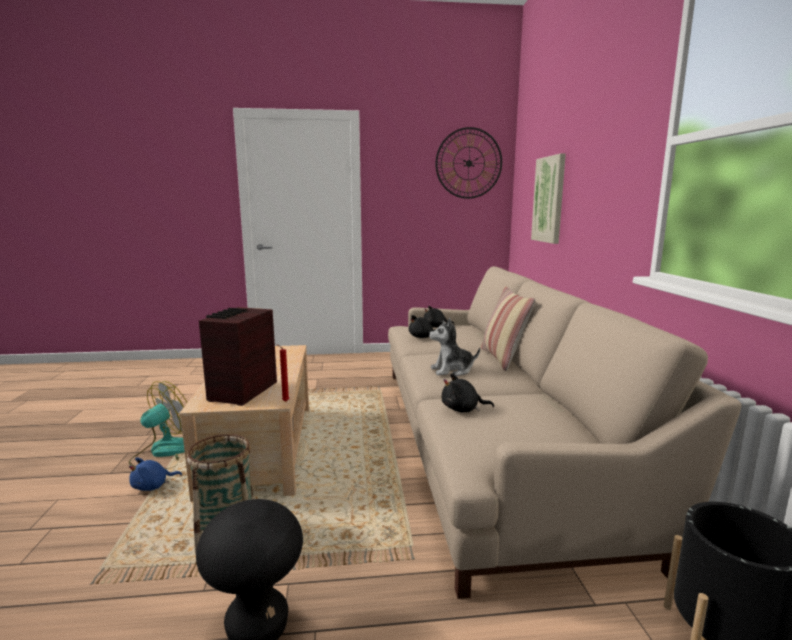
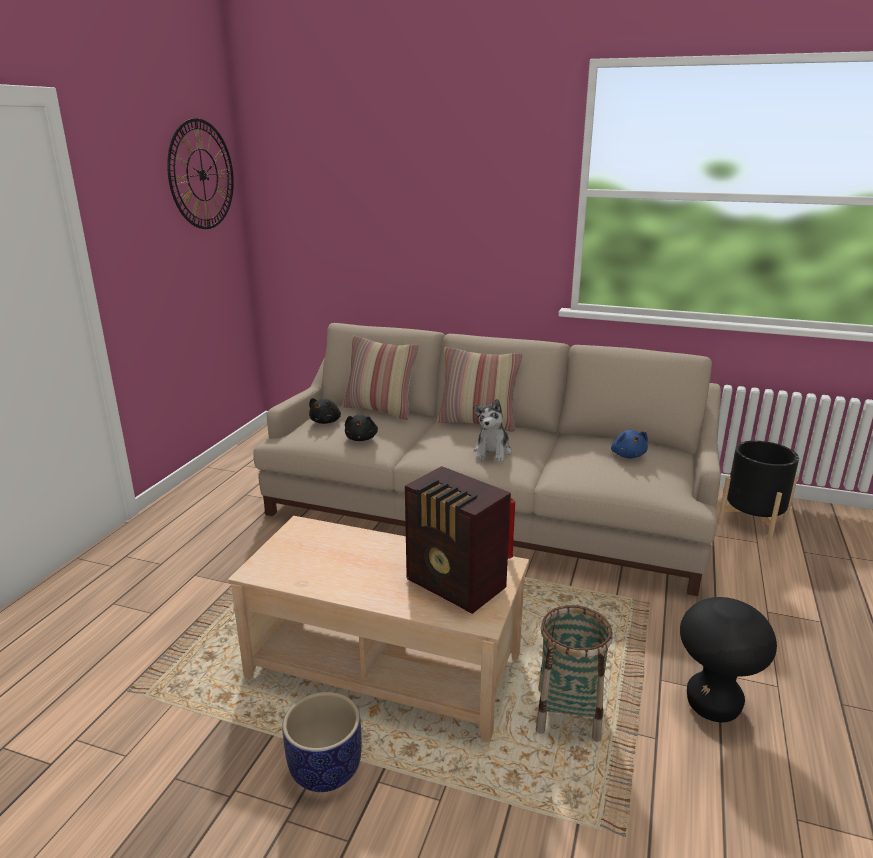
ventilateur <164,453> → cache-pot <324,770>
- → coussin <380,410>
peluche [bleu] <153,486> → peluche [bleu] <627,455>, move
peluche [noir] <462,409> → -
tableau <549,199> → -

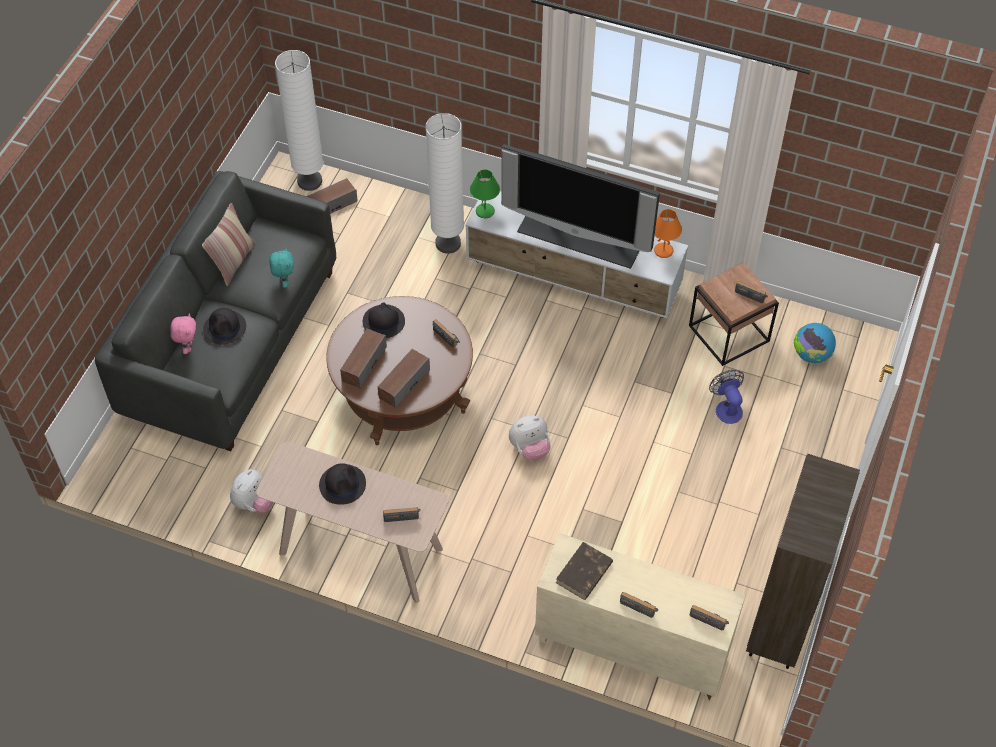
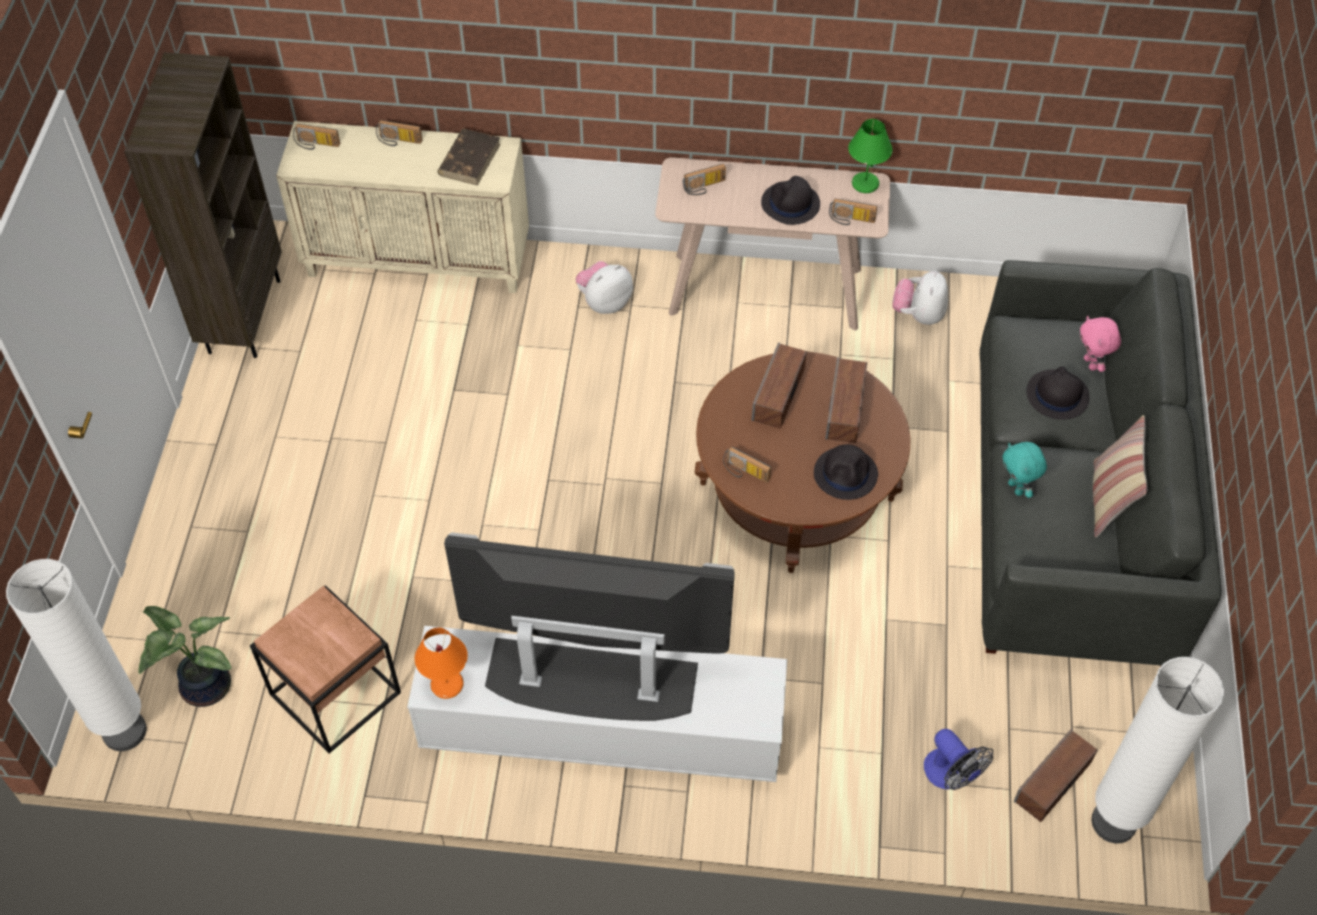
lampadaire [blanc] <448,243> → lampadaire [blanc] <124,731>, move
globe <811,355> → plante en pot <202,687>
peluche <530,448> → peluche <604,302>, move
radio <751,294> → radio <851,220>, move
lampe de table [vert] <485,212> → lampe de table [vert] <864,183>, move
ventilateur <726,407> → ventilateur <951,775>, move

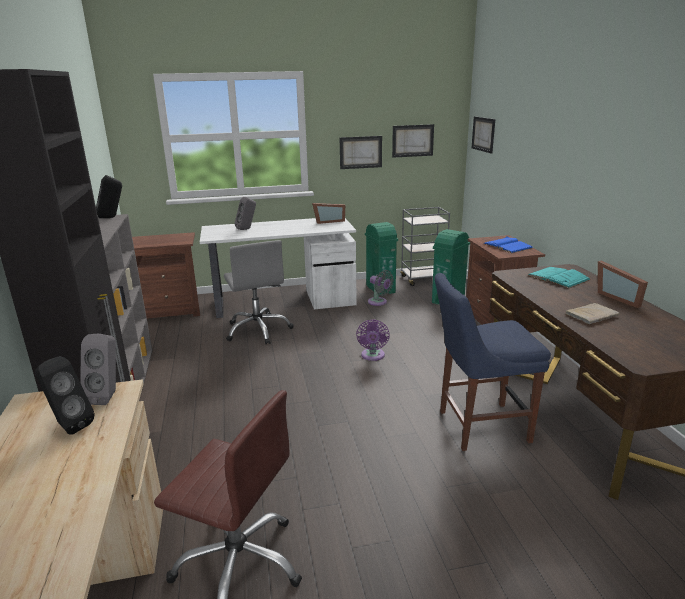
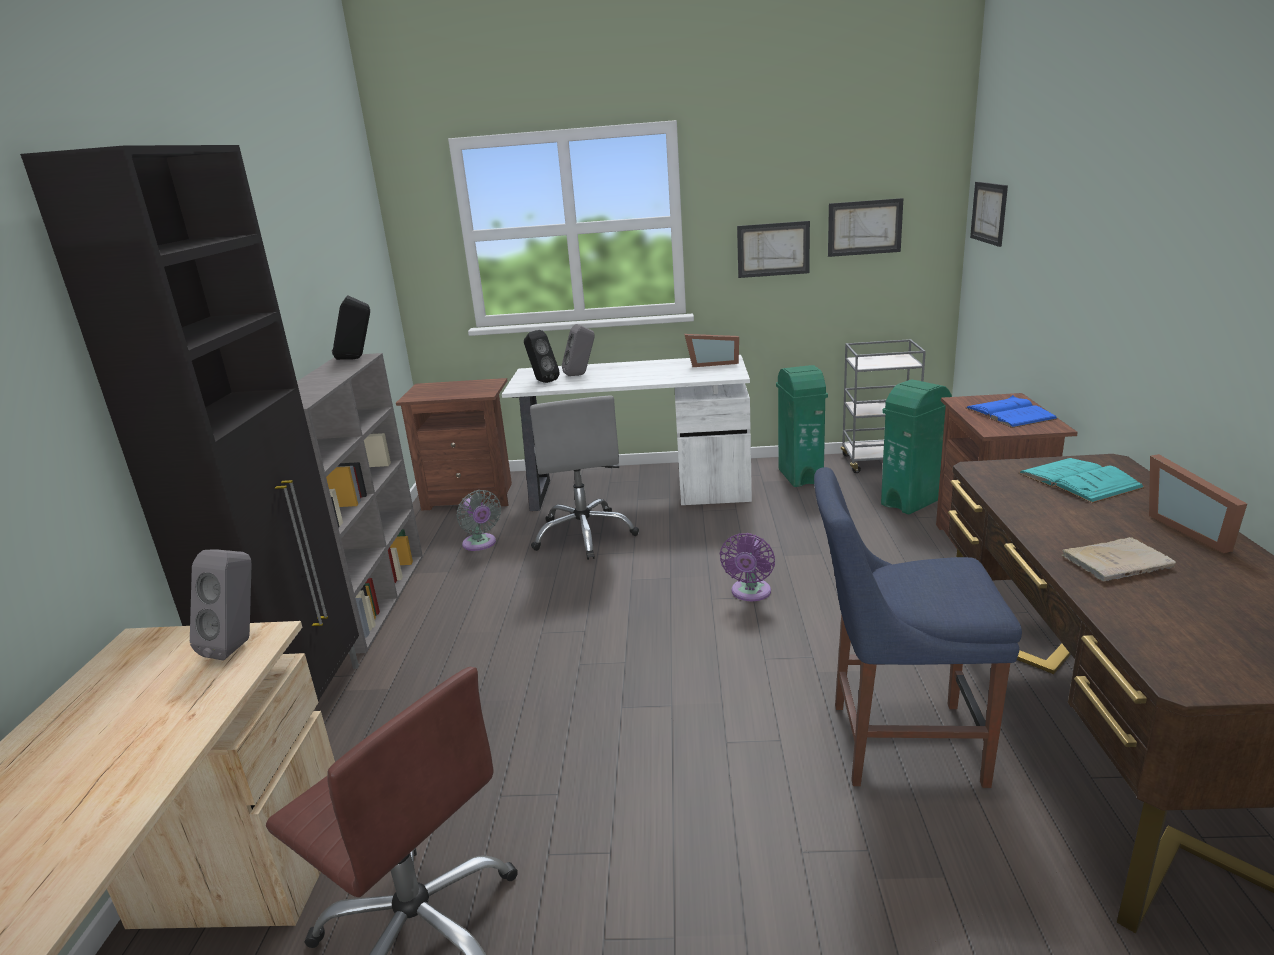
ventilateur [gris] <379,302> → ventilateur [gris] <480,544>, move
enceinte [noir] <69,426> → enceinte [noir] <542,381>, move

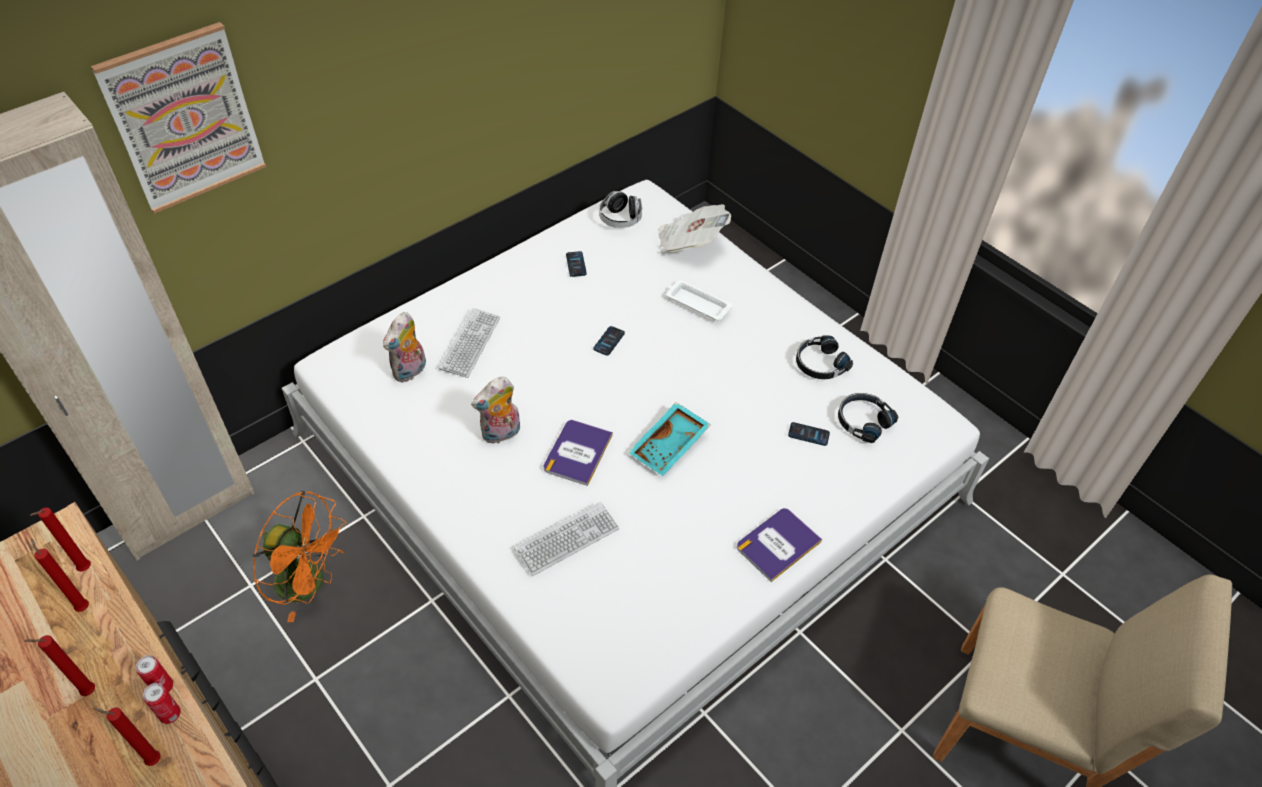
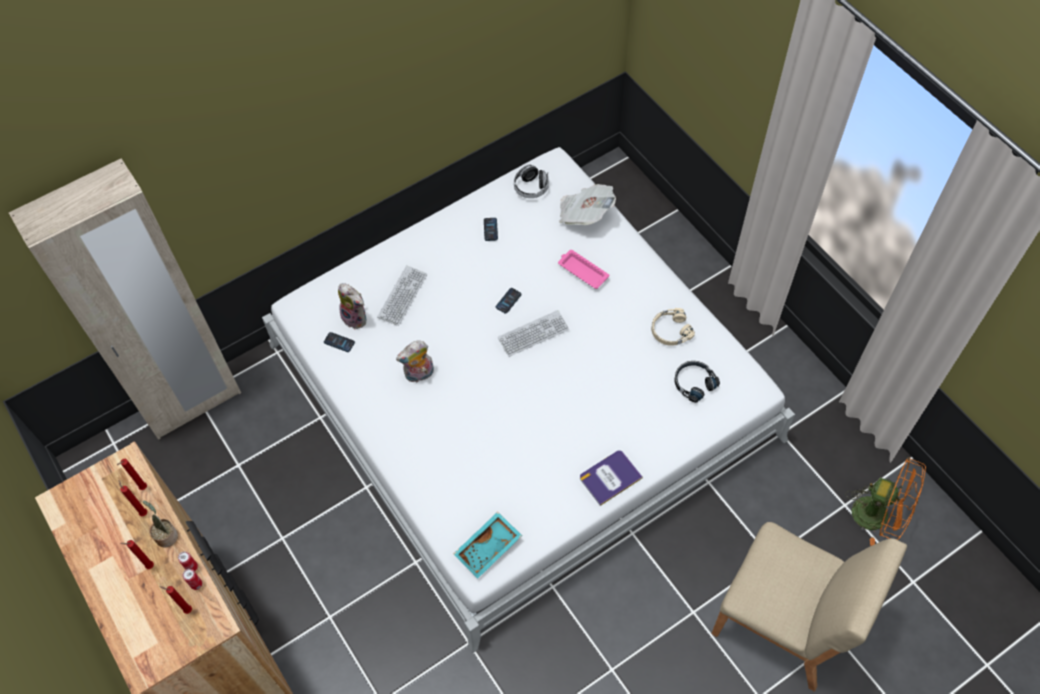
- → plante en pot <166,535>
téléphone <808,434> → téléphone <339,342>, move
peluche <410,372> → peluche <356,317>, 90 degrees counterclockwise
plateau [turquoise] <670,446> → plateau [turquoise] <489,549>, move
clavier <567,539> → clavier <533,334>, move
plateau [blanc] <697,303> → plateau [rose] <582,271>
casque audio [noir] <820,364> → casque audio [beige] <670,331>
ventilateur [orange] <310,583> → ventilateur [orange] <878,516>, move
tableau <184,118> → -
livre <577,452> → -

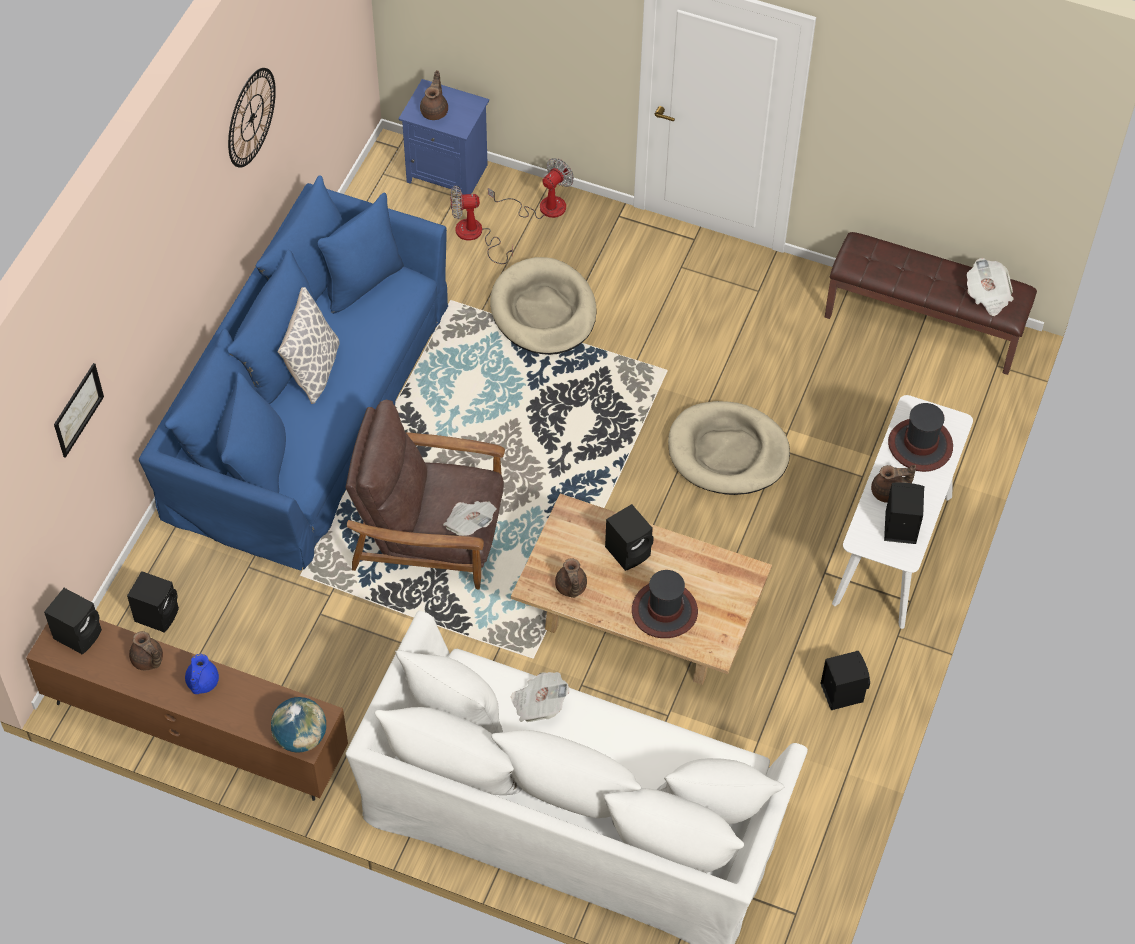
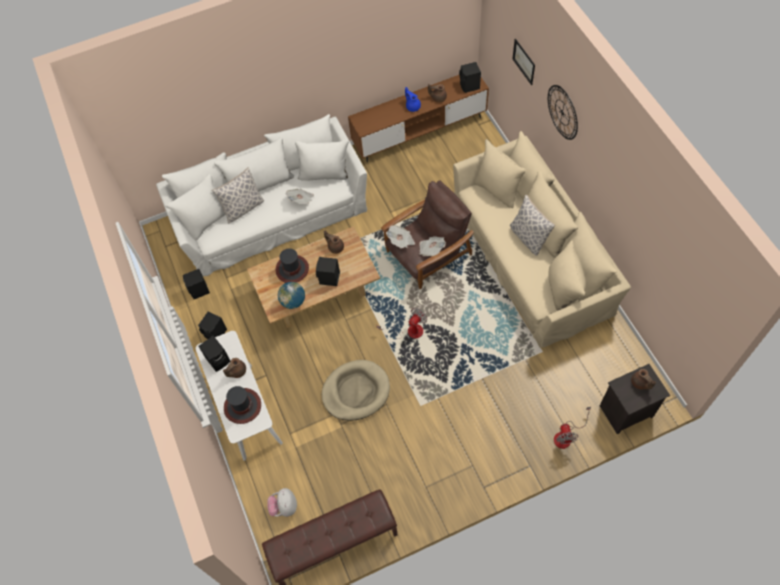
enceinte [noir] <158,614> → enceinte [noir] <199,291>, move
- → coussin <243,208>
- → peluche <284,507>
globe <301,737> → globe <293,301>, move
ventilateur <475,236> → ventilateur <409,331>, move
journal <987,295> → journal <431,249>, move
canapé [bleu] <309,409> → canapé [beige] <531,257>
horloge murale <251,117> → horloge murale <562,112>, move
table de chevet [bleu] <448,173> → table de chevet [noir] <626,412>
panier pour chien [beige] <543,310> → -

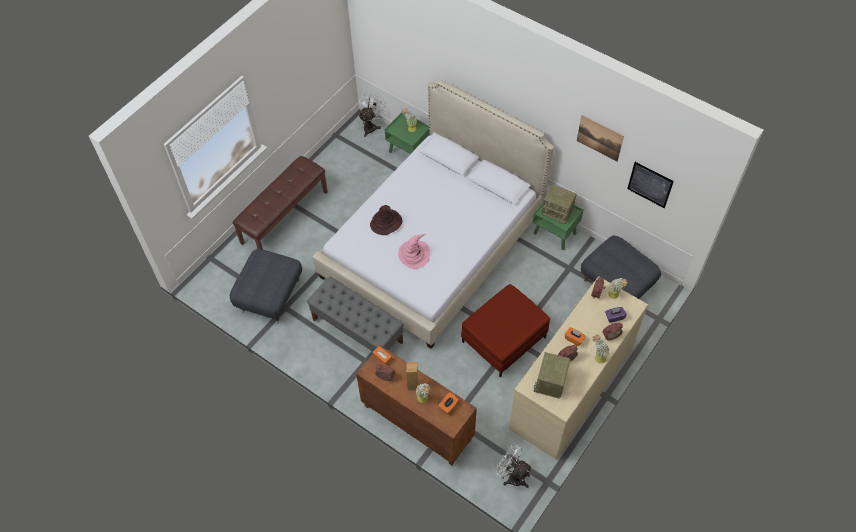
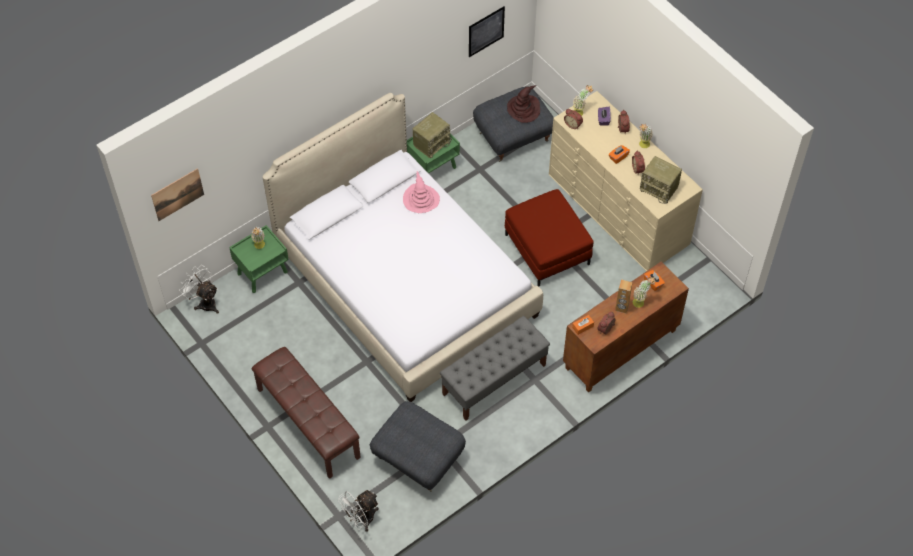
tableau <599,138> → tableau <177,194>, move
ventilateur [blanc] <512,476> → ventilateur [blanc] <361,520>, move
chapeau [rose] <414,254> → chapeau [rose] <421,199>, move
chapeau [marron] <386,223> → chapeau [marron] <524,109>, move

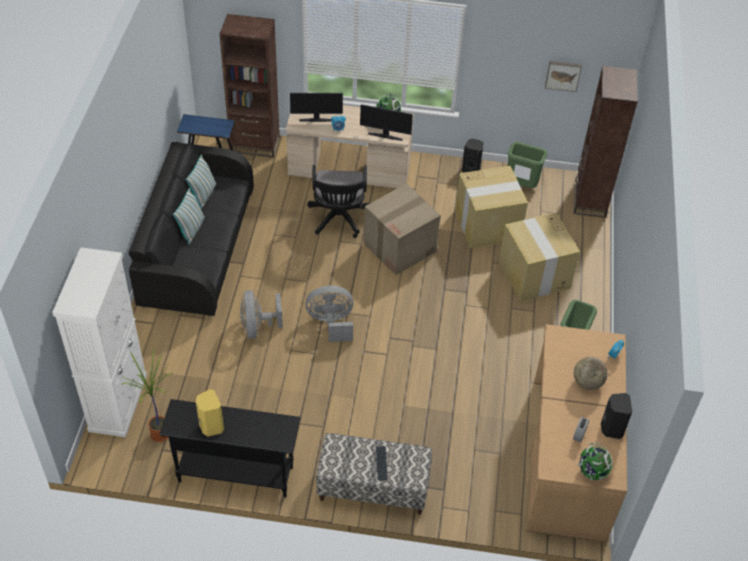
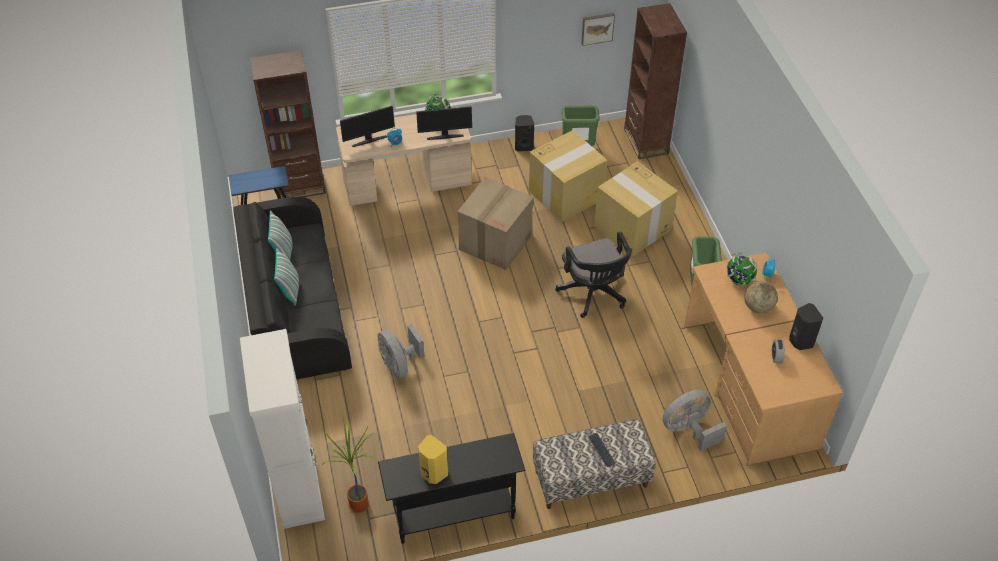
chaise de bureau [noir] <338,219> → chaise de bureau [noir] <594,294>, move
ventilateur [gris] <331,323> → ventilateur [gris] <689,430>, move
globe <592,471> → globe <739,280>, move

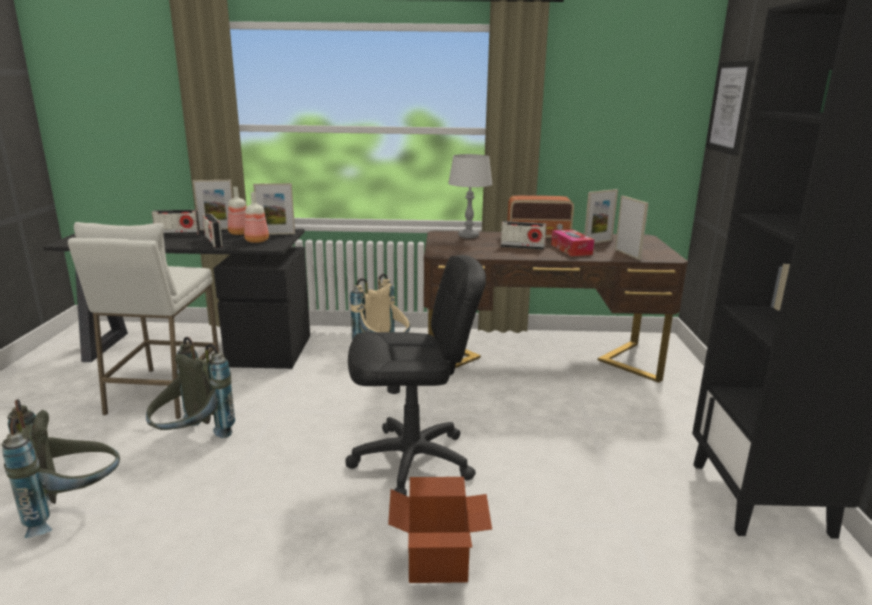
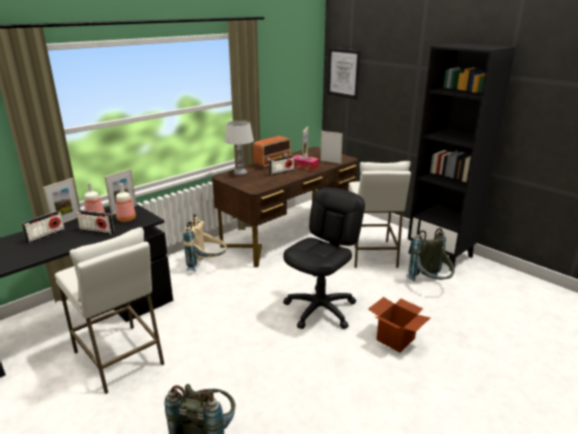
- → tabouret [blanc] <371,254>
sac à dos [gris] <192,440> → sac à dos [gris] <430,284>, move

